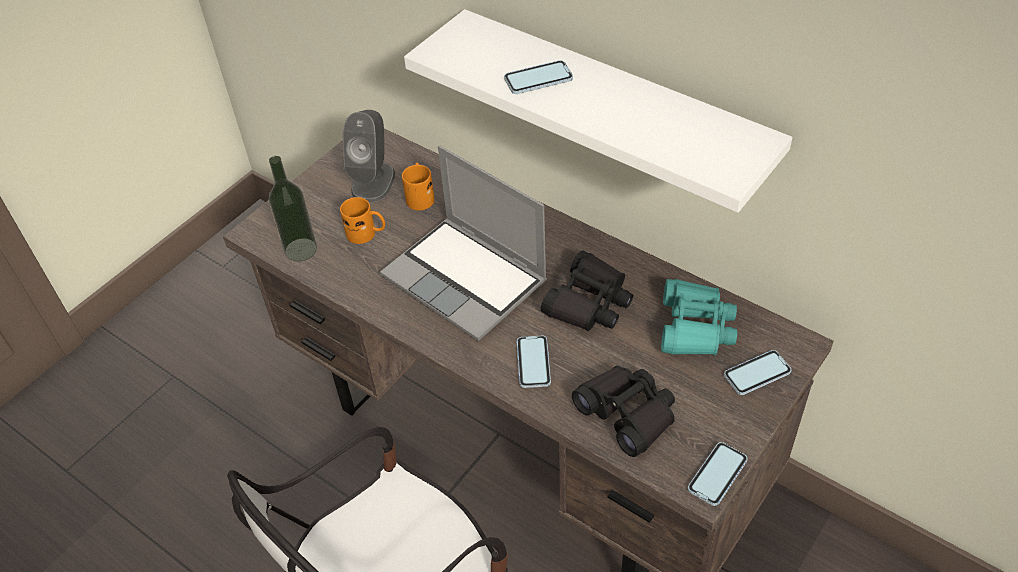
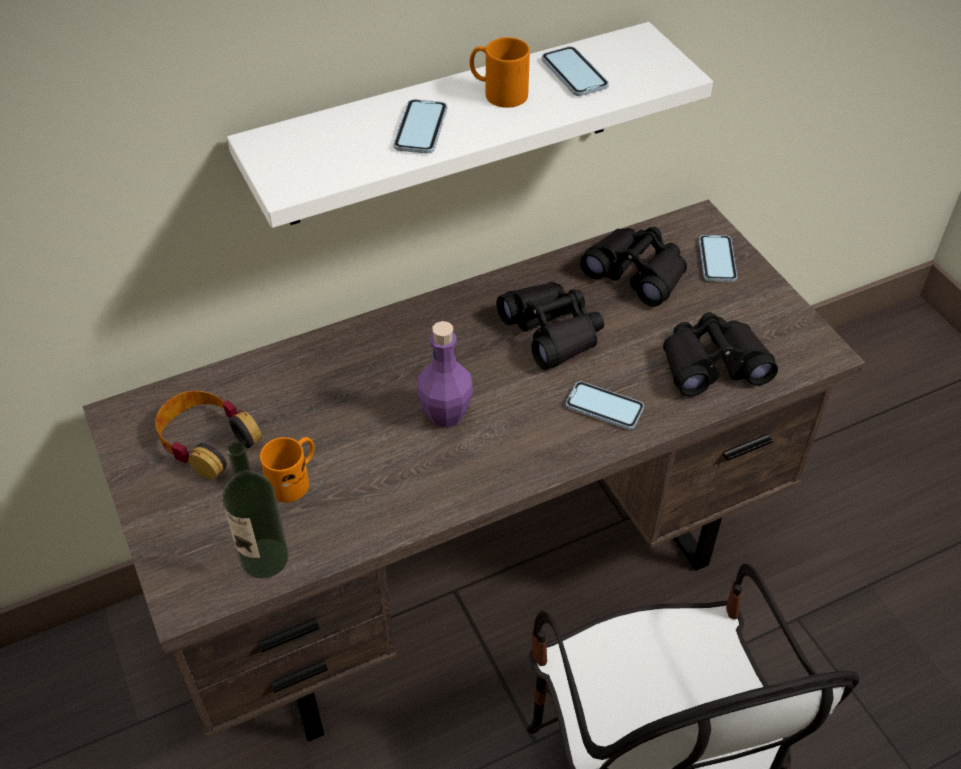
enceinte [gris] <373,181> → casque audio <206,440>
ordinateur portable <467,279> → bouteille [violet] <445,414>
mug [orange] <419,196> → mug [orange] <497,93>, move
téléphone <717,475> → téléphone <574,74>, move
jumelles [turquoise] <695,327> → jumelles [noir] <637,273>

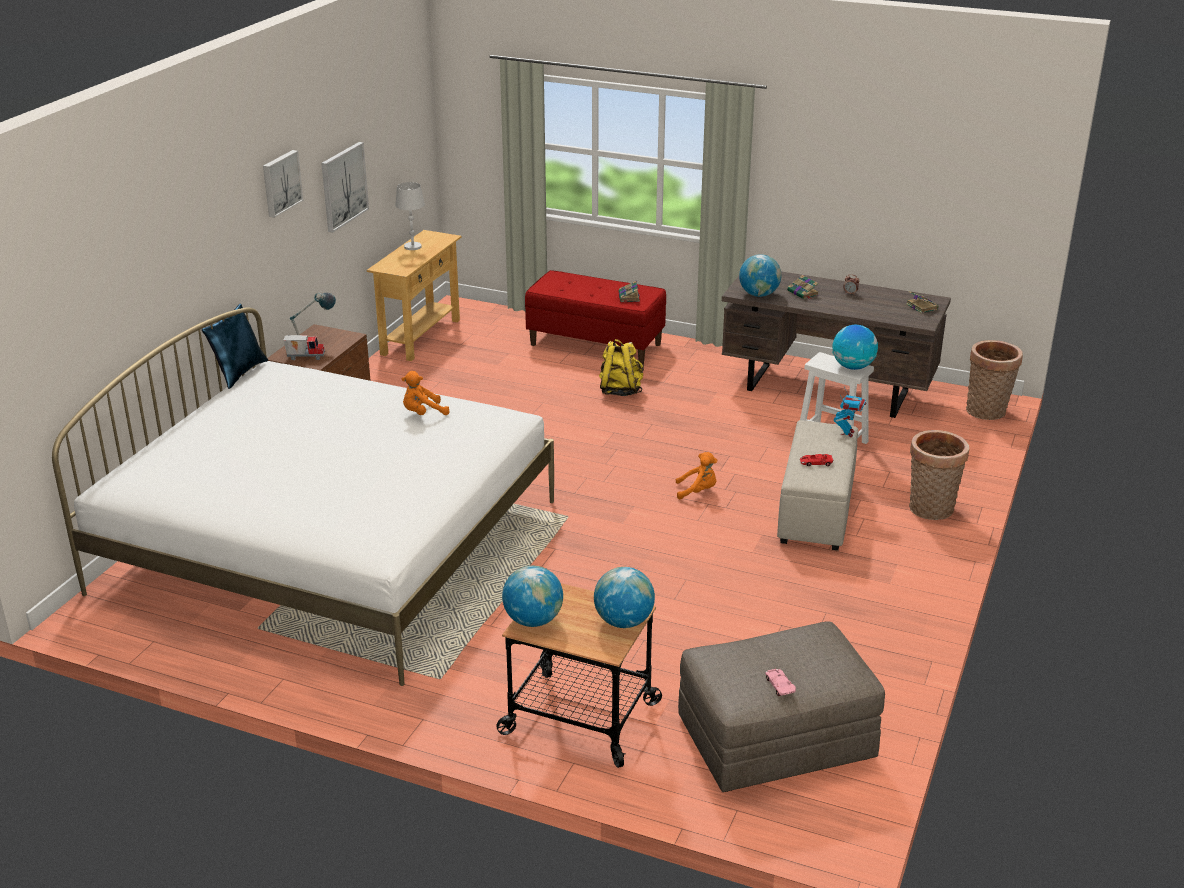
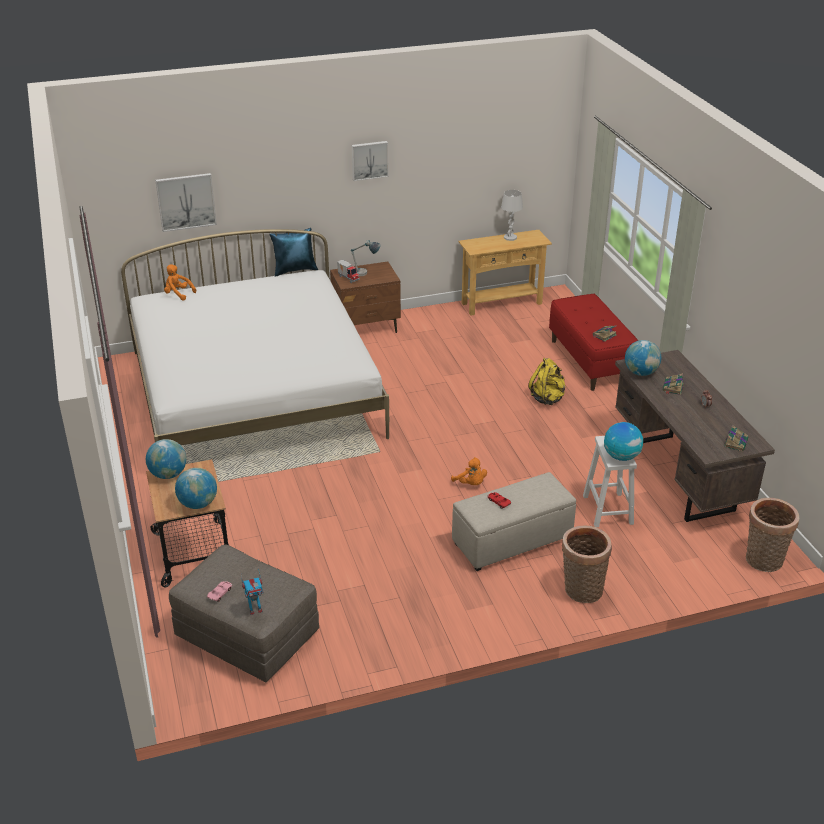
tableau <343,186> → tableau <186,202>, move
peluche [orange] <423,413> → peluche [orange] <178,294>, move
robot jouet <847,433> → robot jouet <255,609>, move

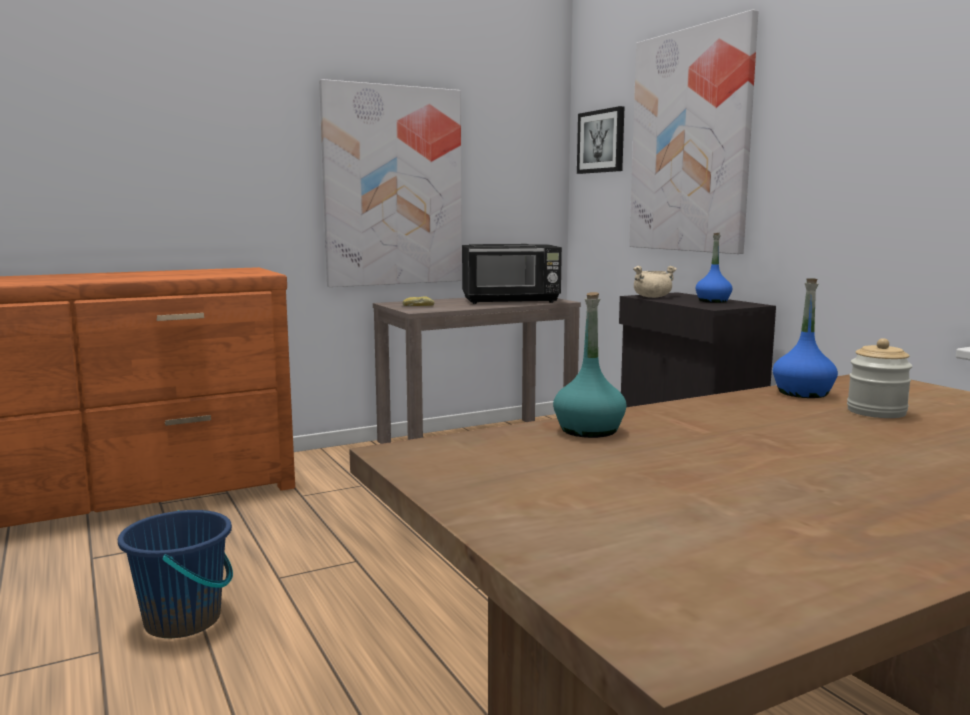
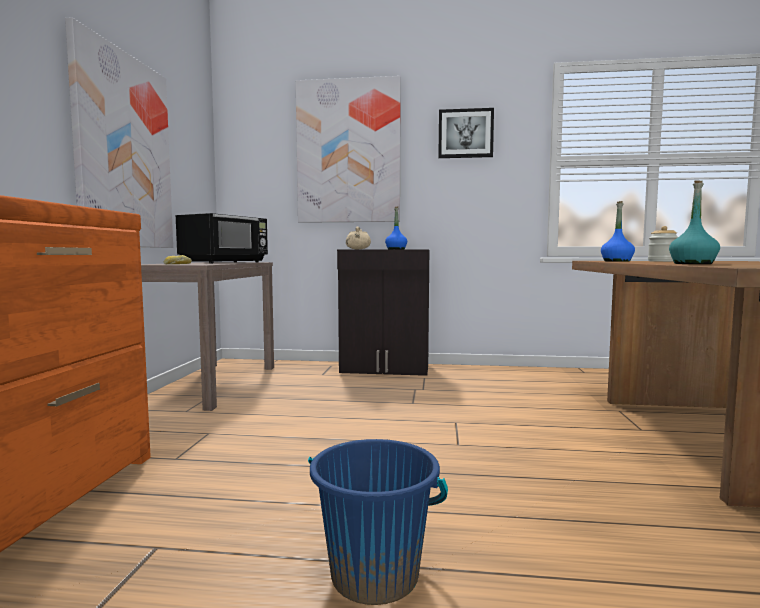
tableau <601,141> → tableau <465,133>, move

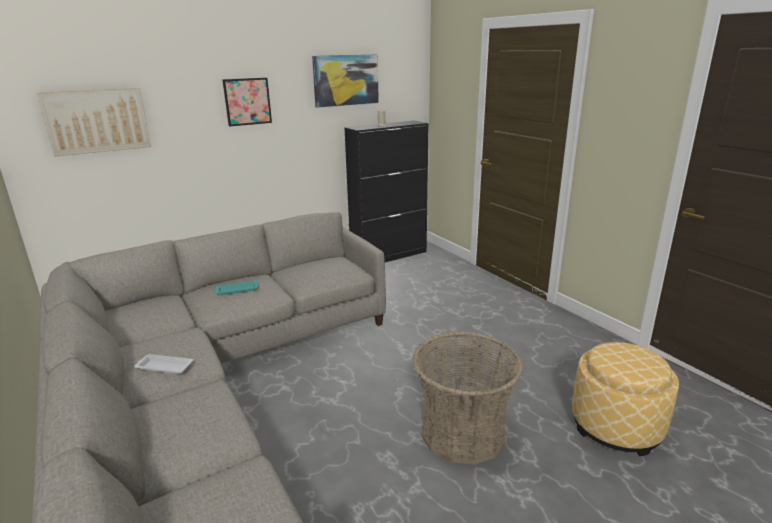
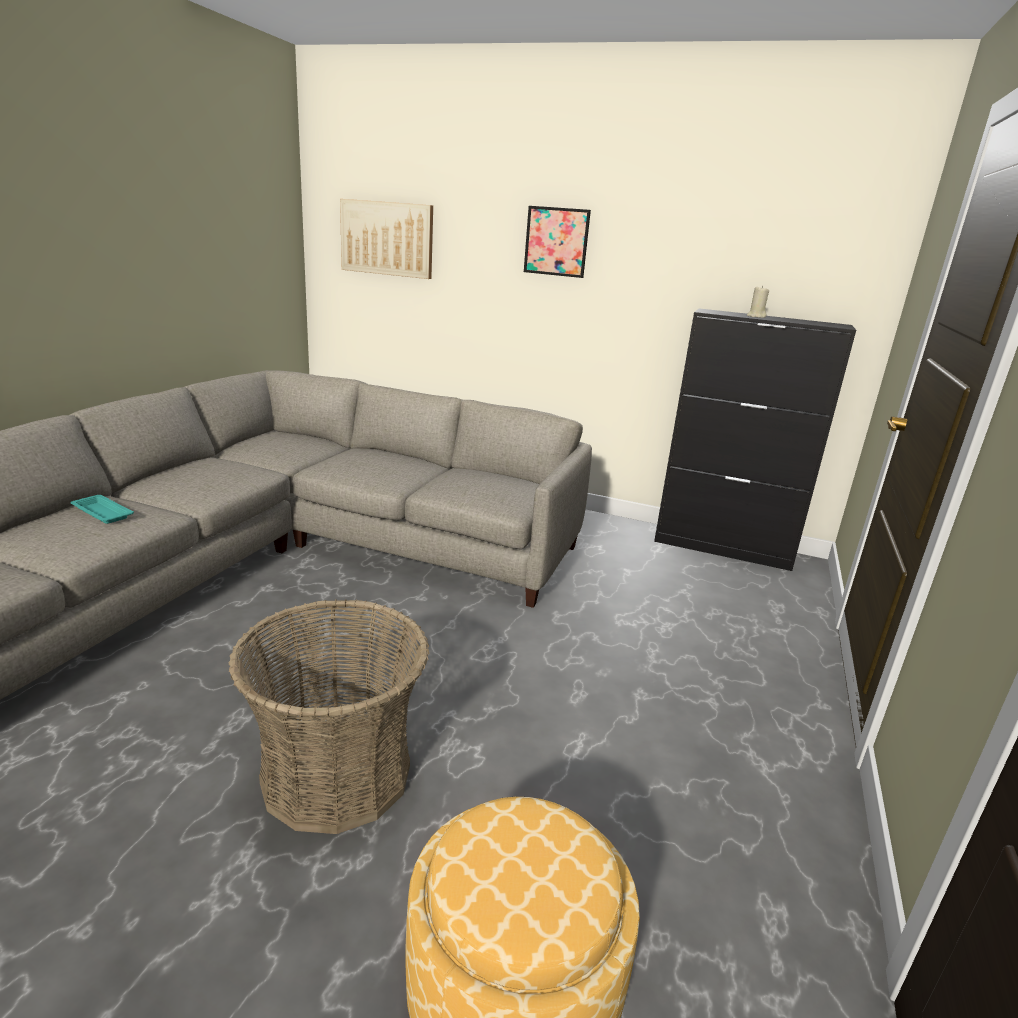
plateau [turquoise] <236,290> → plateau [turquoise] <102,513>, move
plateau [blanc] <164,367> → -
tableau <346,80> → -

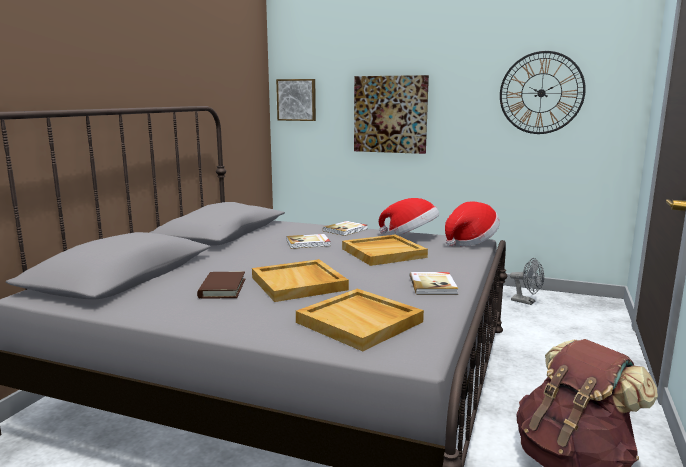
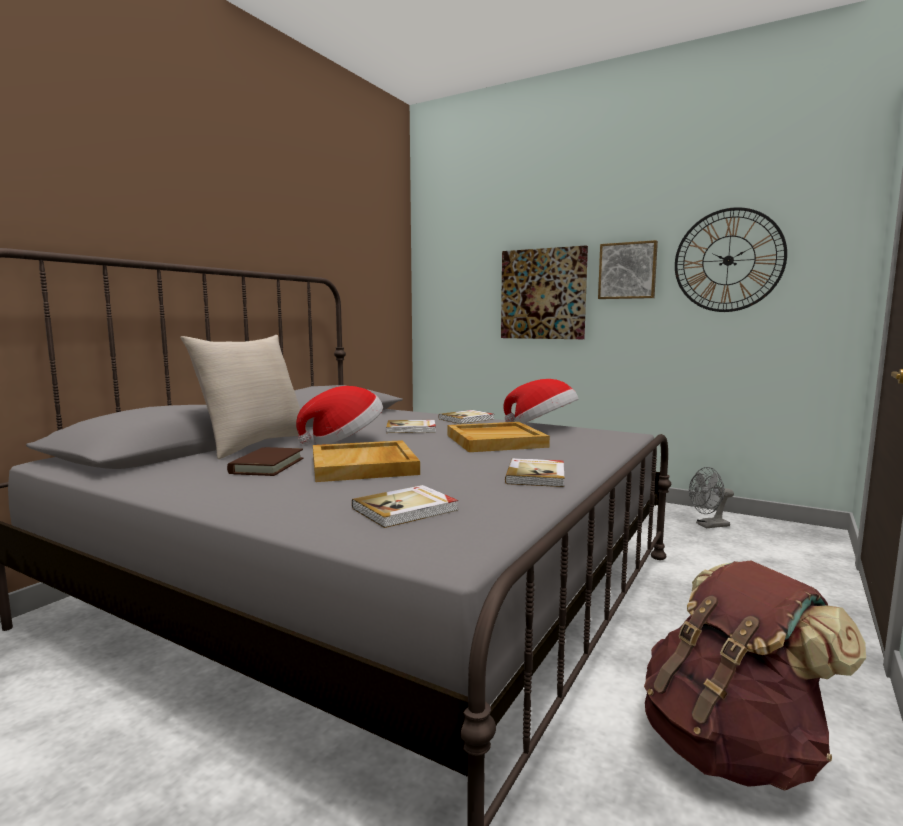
- → coussin [beige] <253,445>
chapeau <469,242> → chapeau <344,441>, move
plateau [beige] <360,322> → livre <406,509>
tableau <297,100> → tableau <627,271>, move
ventilateur [gris] <527,302> → ventilateur [gris] <708,525>, 120 degrees clockwise

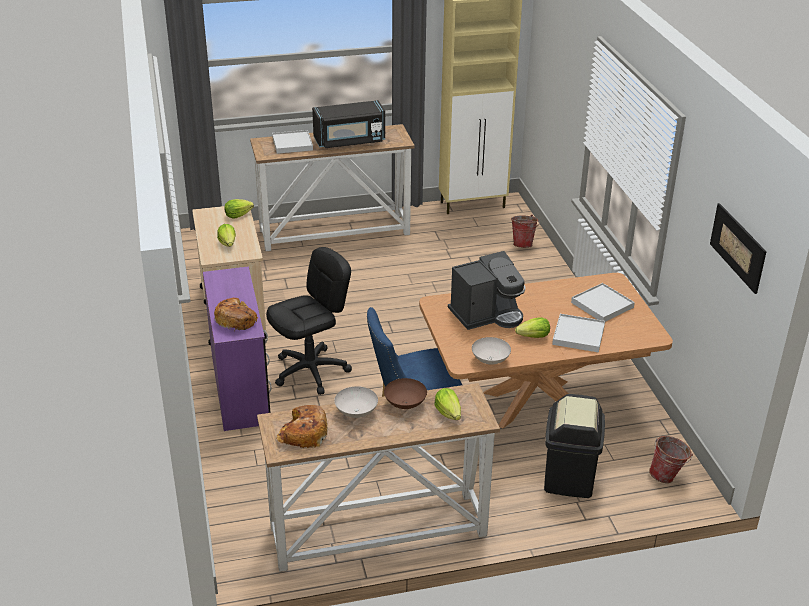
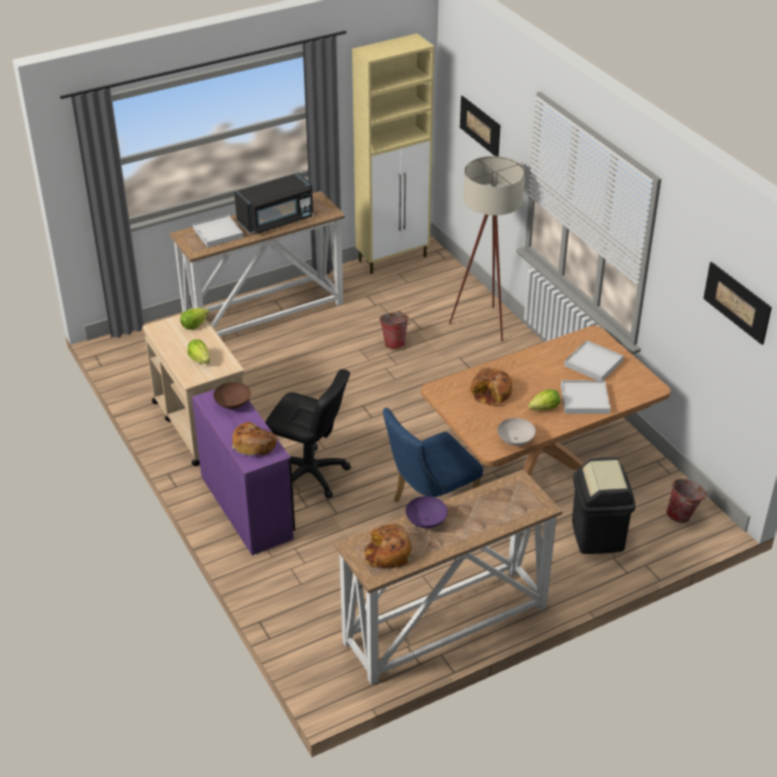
bol [marron] <404,404> → bol [marron] <232,404>, move
chaise de bureau [noir] <311,371> → chaise de bureau [noir] <309,474>, 75 degrees clockwise
seau <523,244> → seau <395,343>, move
bol [blanc] <357,412> → bol [violet] <426,521>
- → lampadaire [beige] <485,328>
- → tableau <480,126>
machine à café <487,314> → pain <492,393>
laitue <448,413> → -

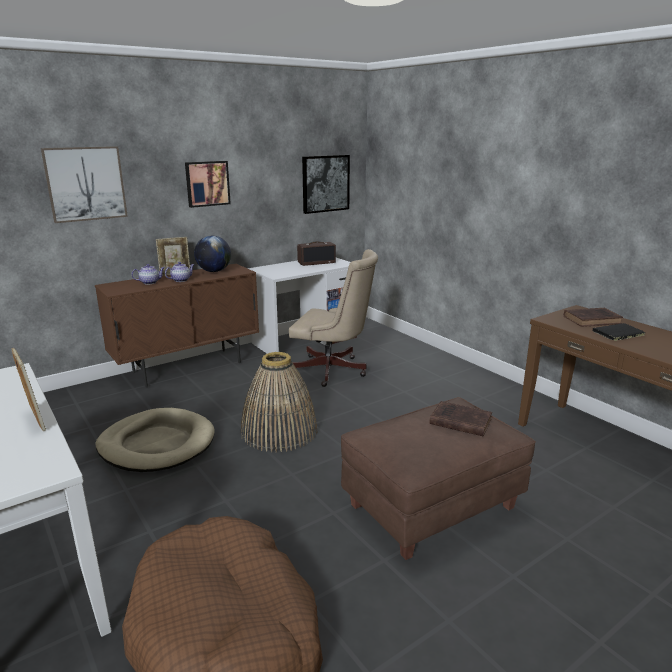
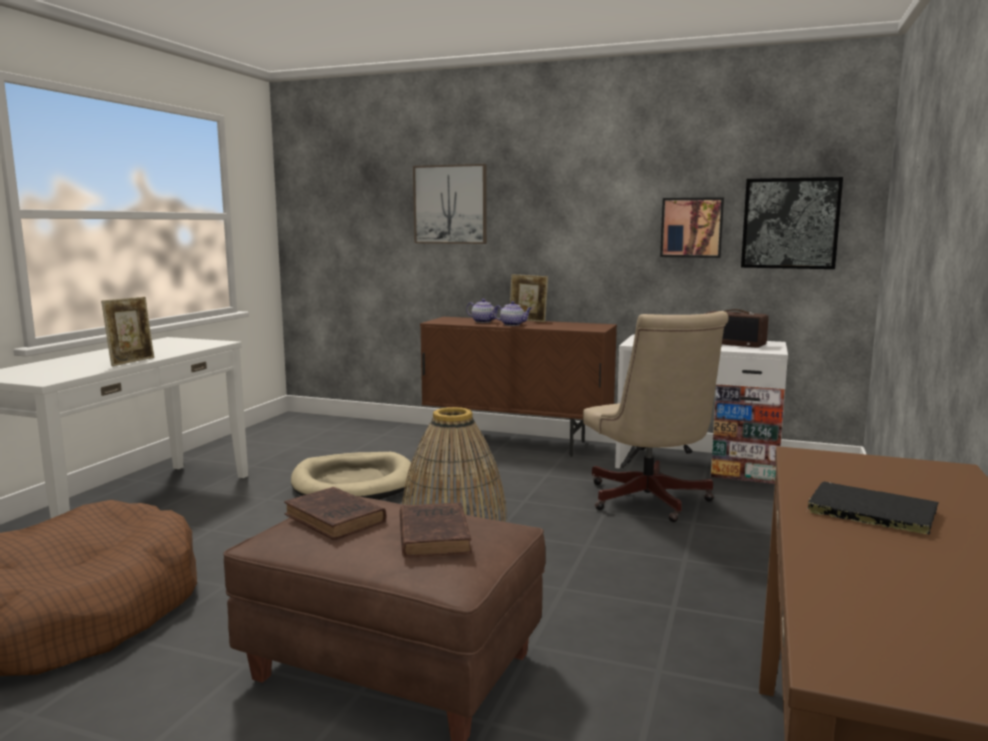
livre [marron] <593,320> → livre [marron] <336,519>, move
tableau <207,183> → tableau <692,227>, move
globe <214,271> → -

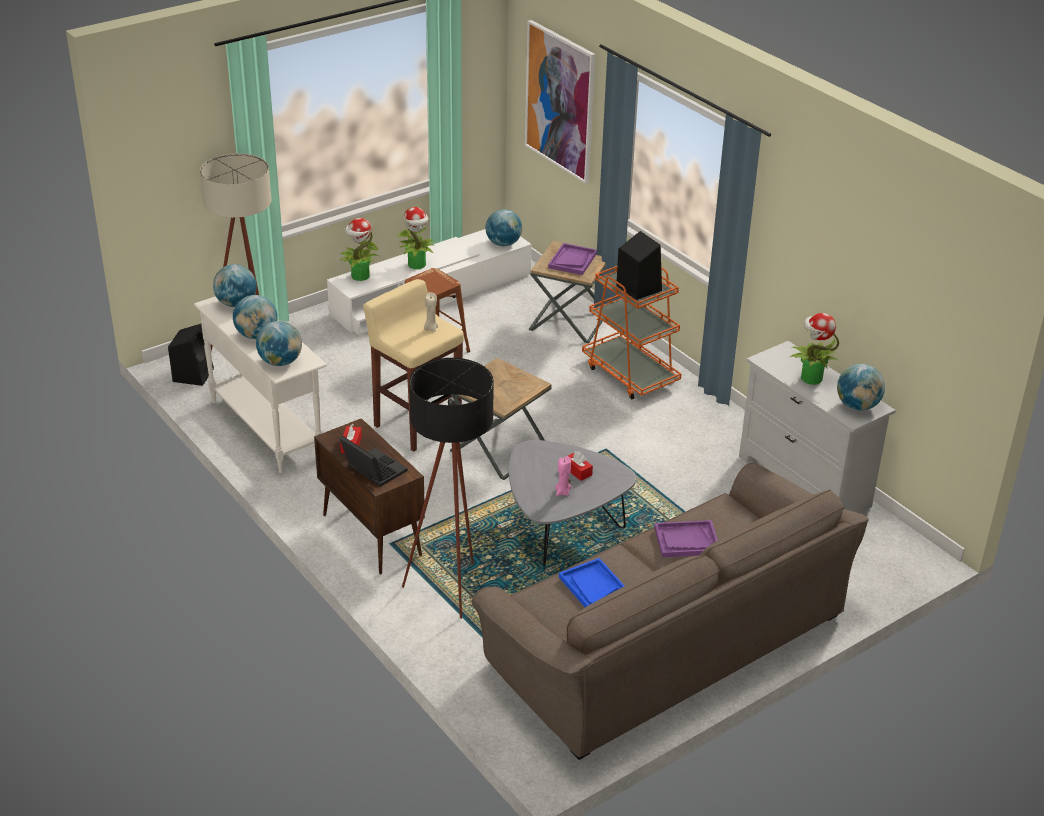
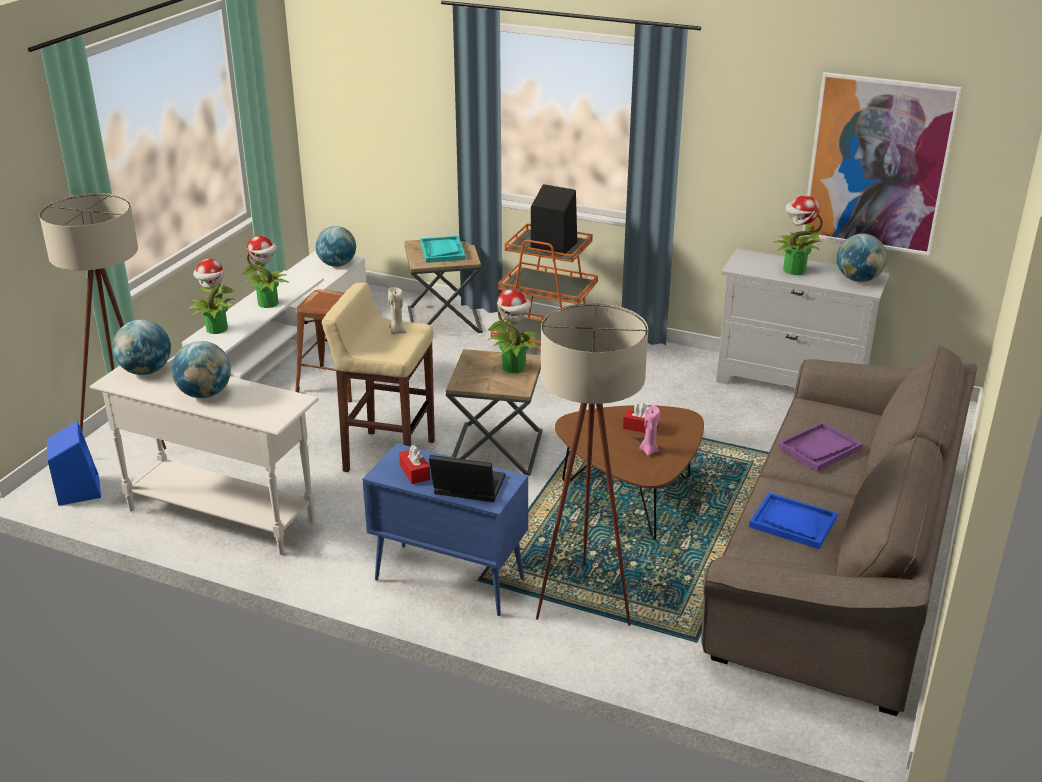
enceinte [noir] <193,374> → enceinte [bleu] <78,489>
meuble de rangement [marron] <371,535> → meuble de rangement [bleu] <448,579>
plateau [violet] <572,260> → plateau [turquoise] <442,251>
- → plante en pot <514,367>
lampadaire [noir] <452,584> → lampadaire [beige] <584,595>
table basse [gris] <561,527> → table basse [marron] <631,498>
tableau <560,101> → tableau <877,164>, move
globe <280,362> → -

